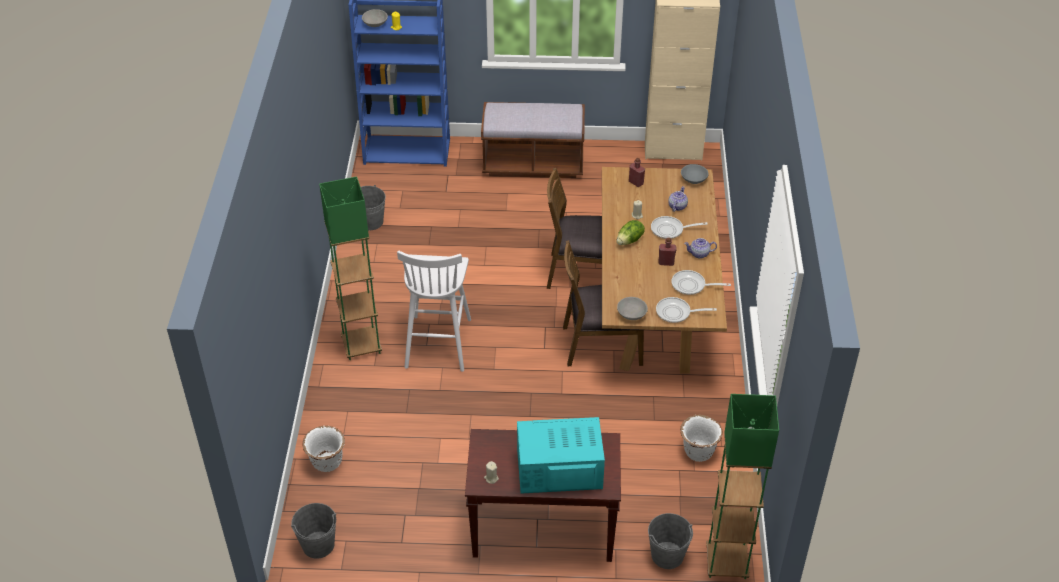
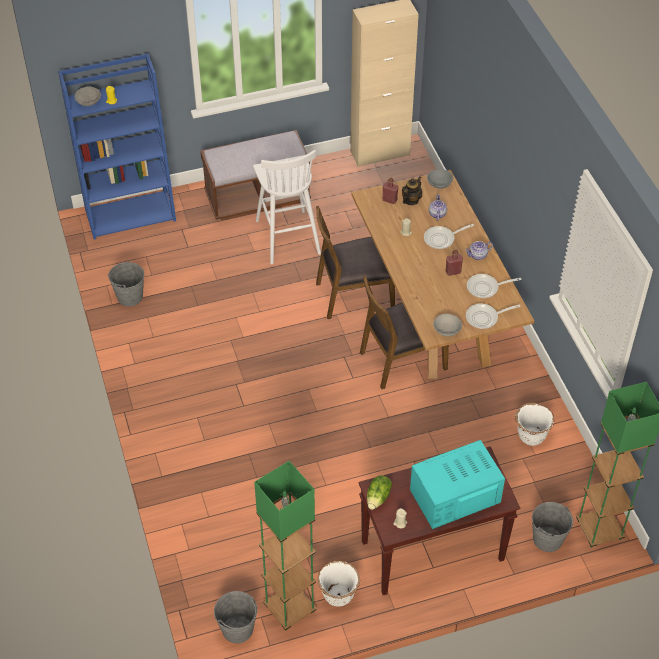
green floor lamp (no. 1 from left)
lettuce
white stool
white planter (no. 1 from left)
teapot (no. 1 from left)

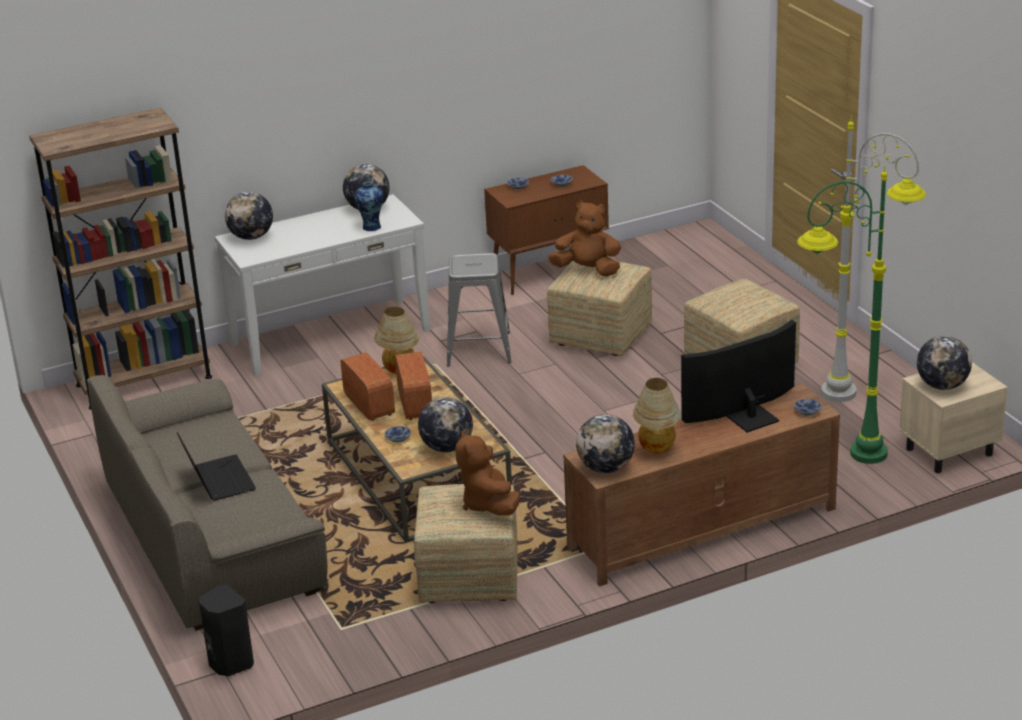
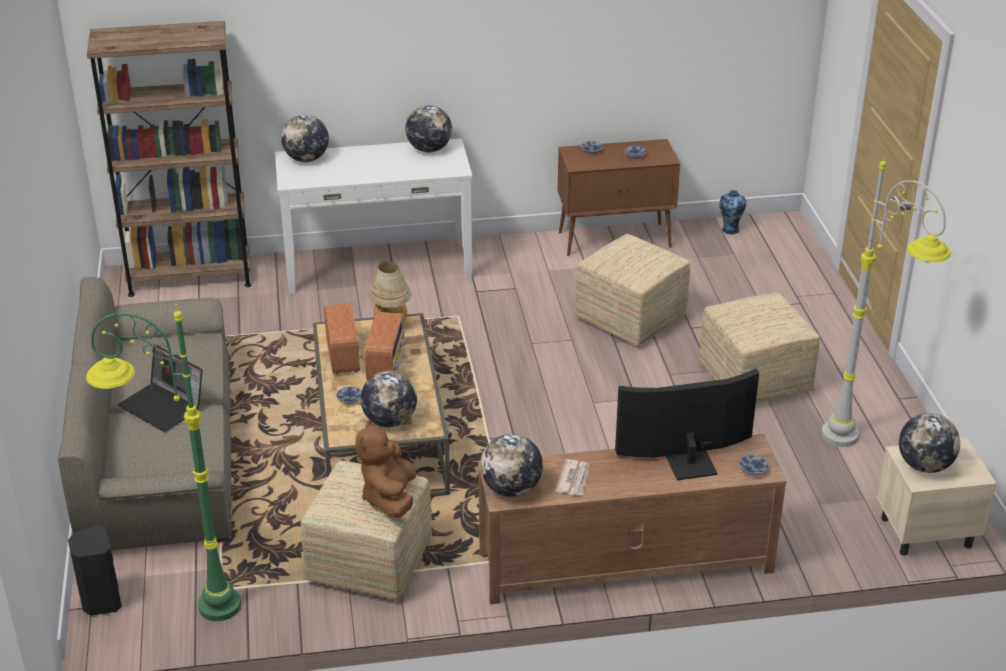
green floor lamp
vase
brown plush toy (no. 2 from left in the first image)
grey stool
newspaper
laptop

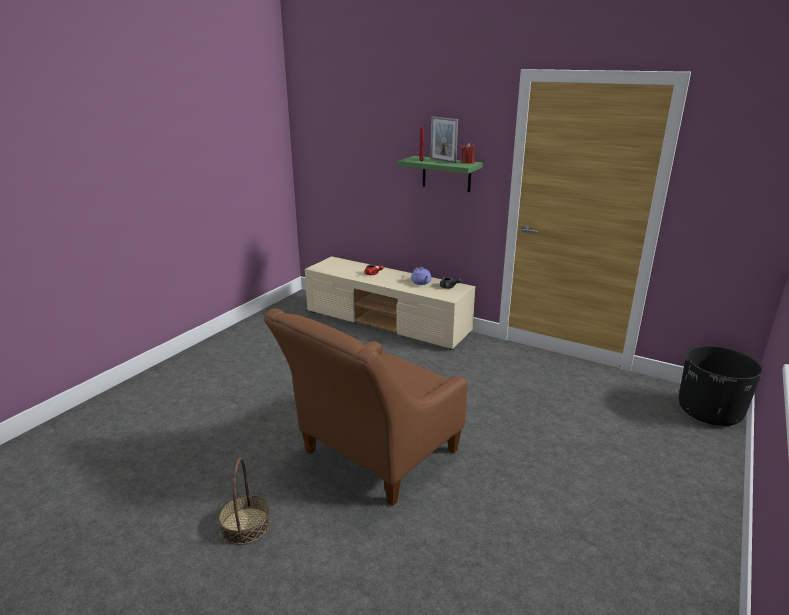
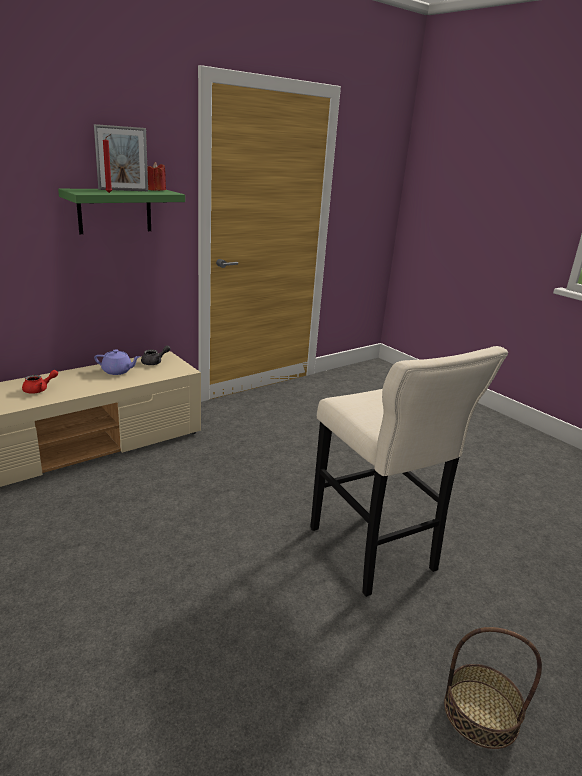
beige stool
black planter

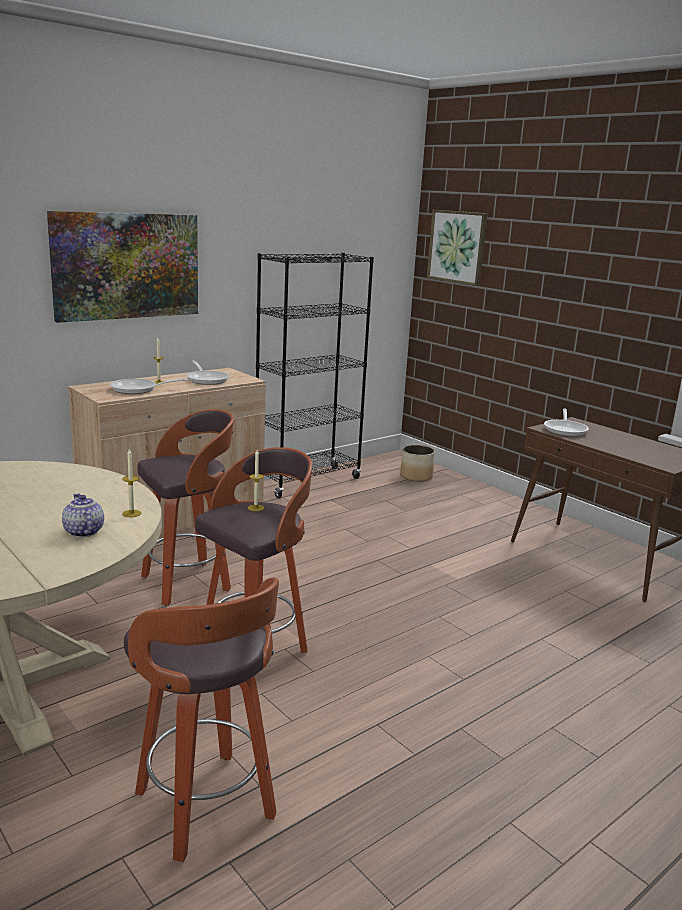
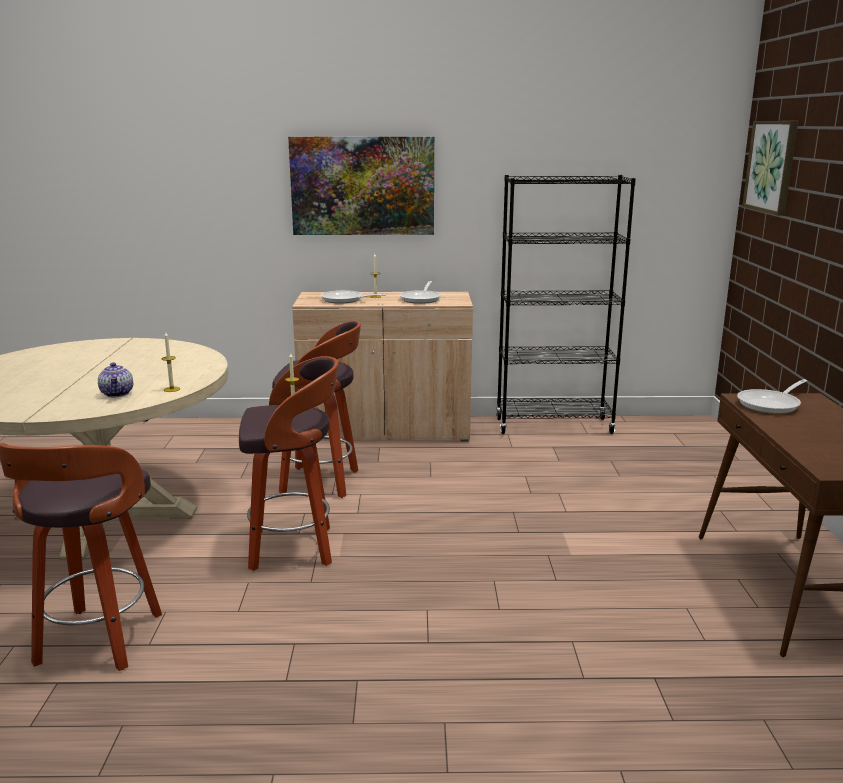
planter
teapot

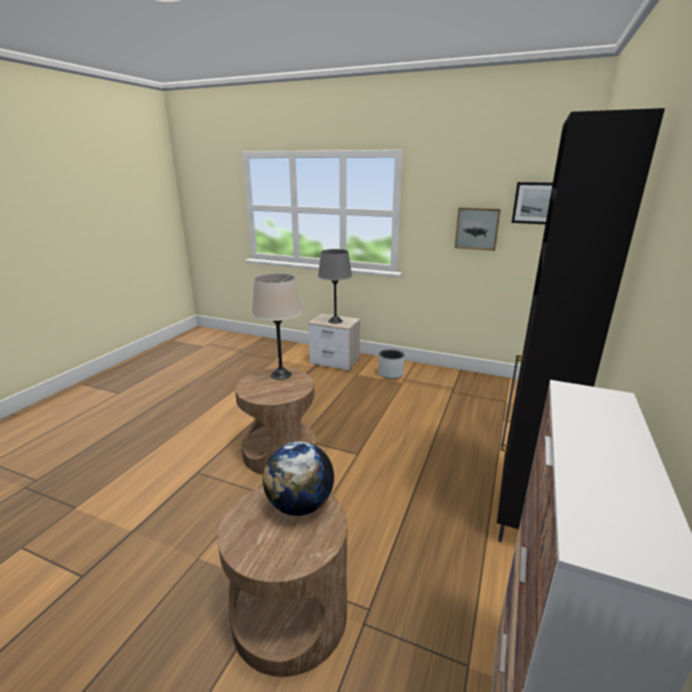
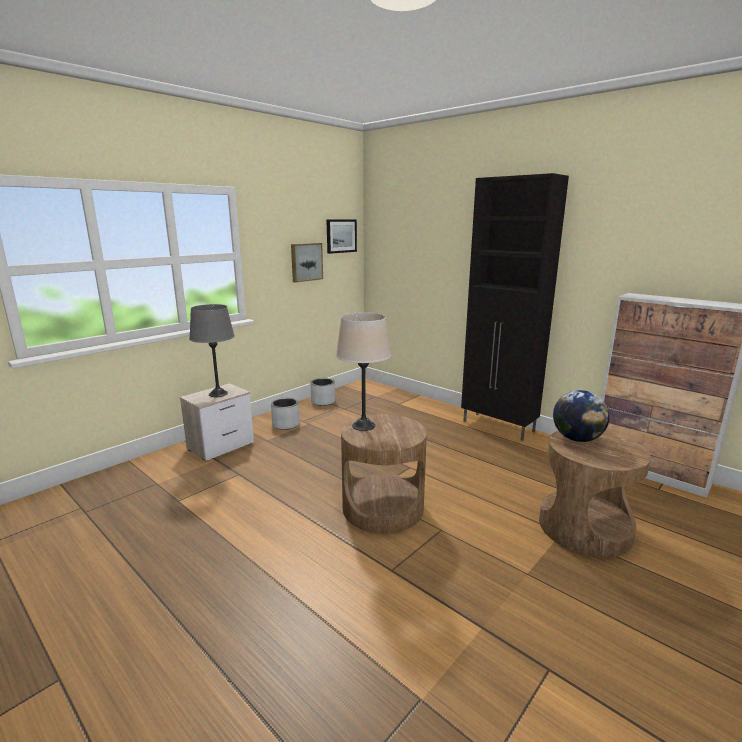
grey planter (no. 2 from left)

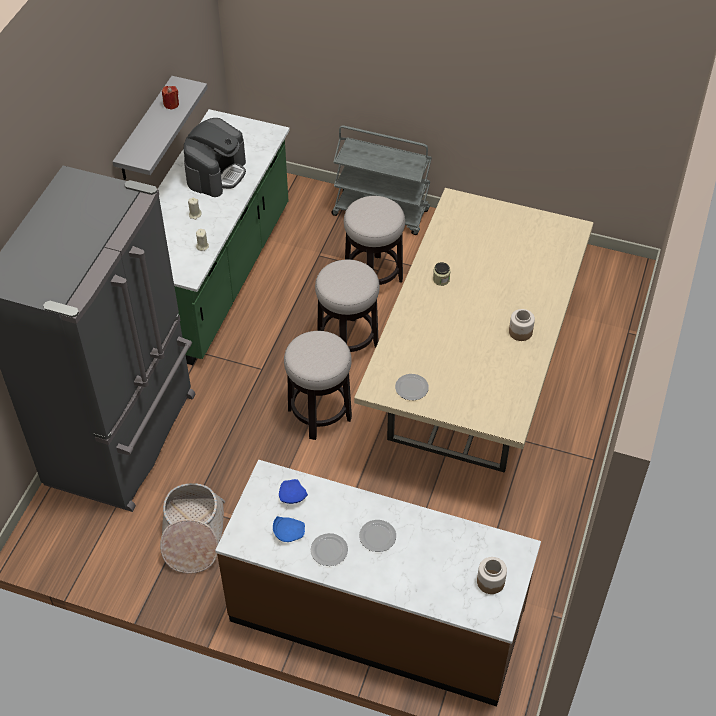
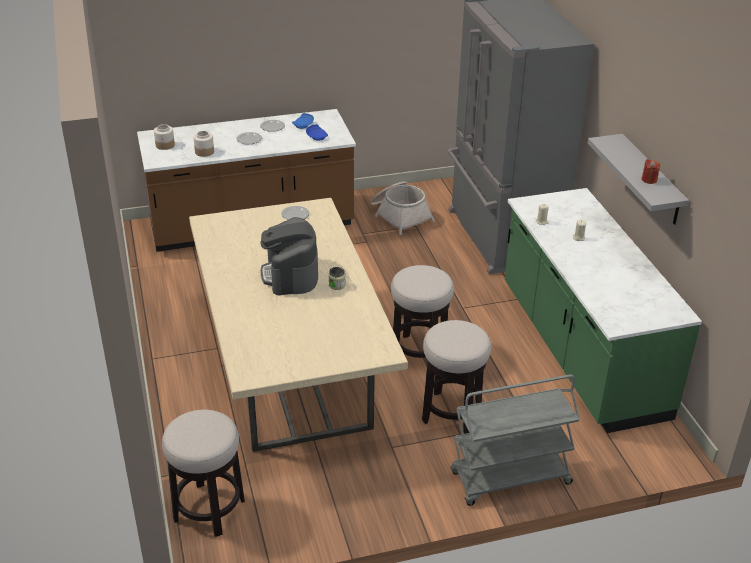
coffee machine
jar (no. 2 from left)
stool (no. 1 from left)

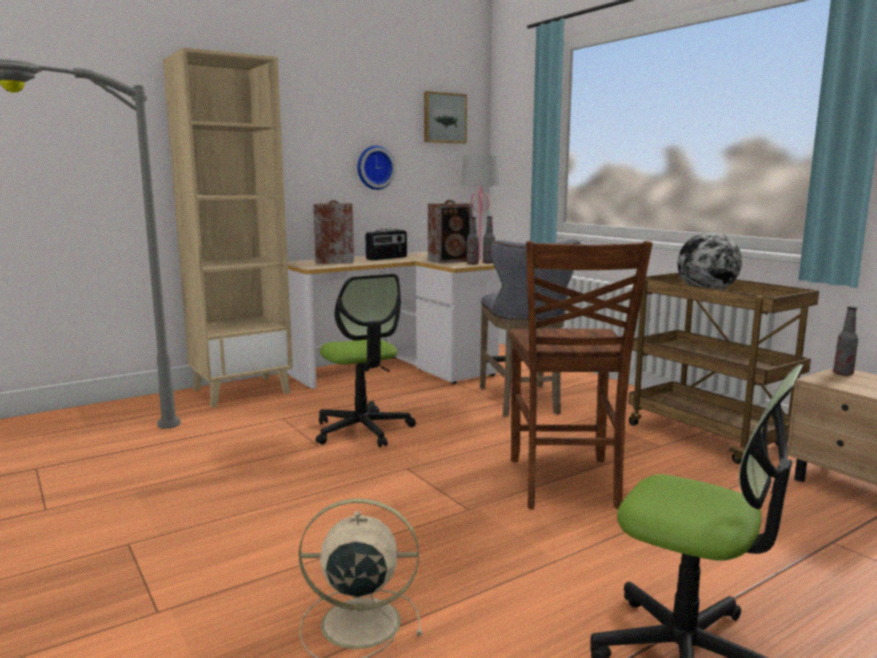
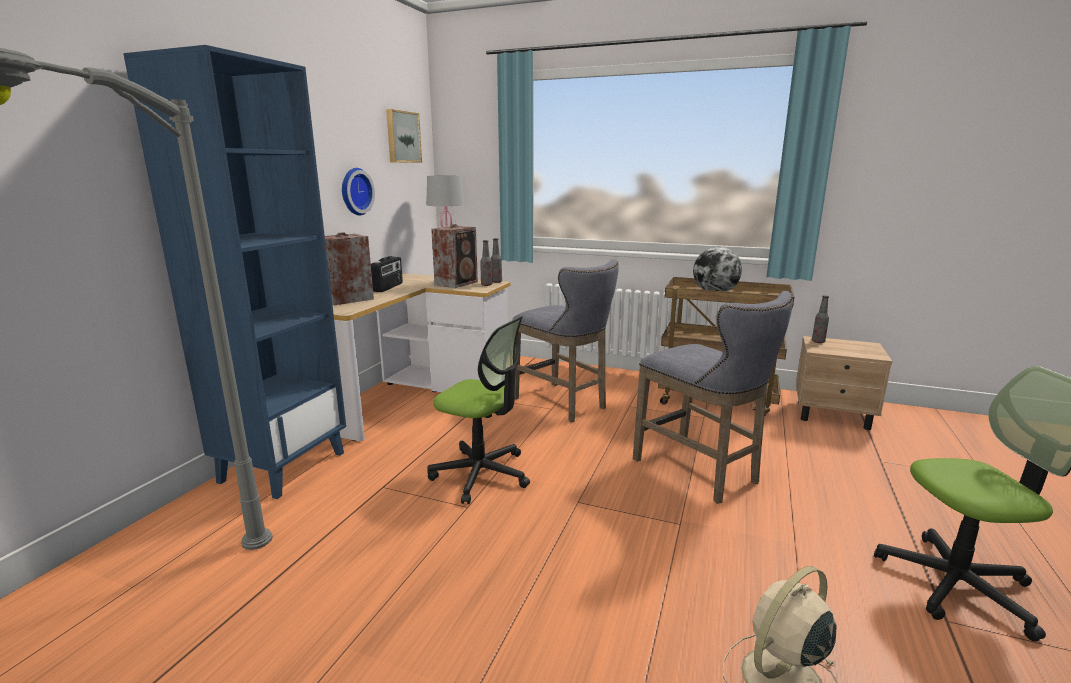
blue bookcase
grey stool (no. 2 from left)

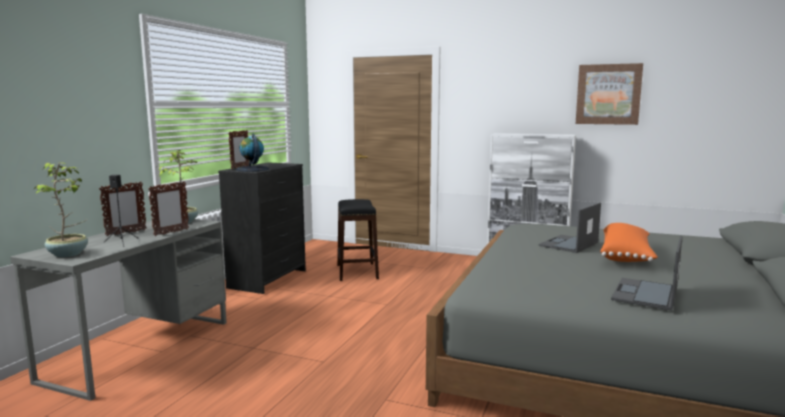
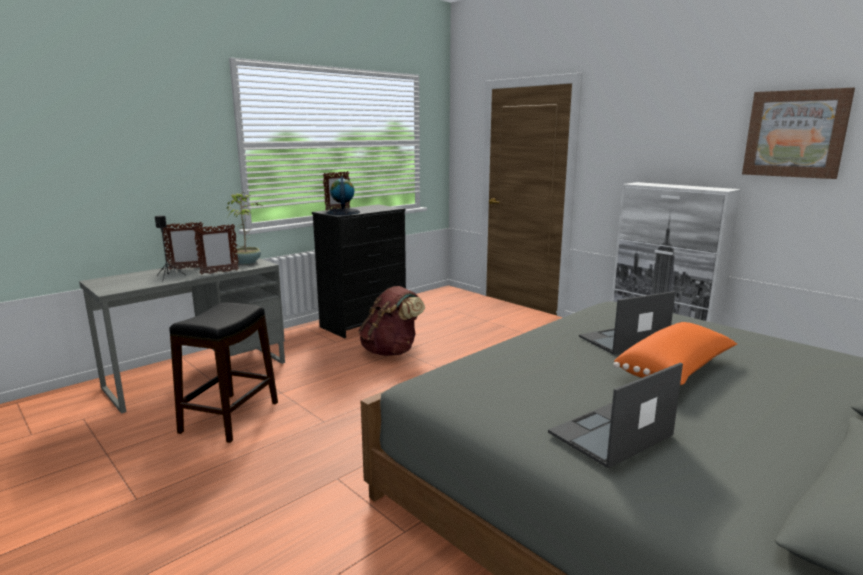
potted plant (no. 1 from left in the first image)
black stool
brown backpack

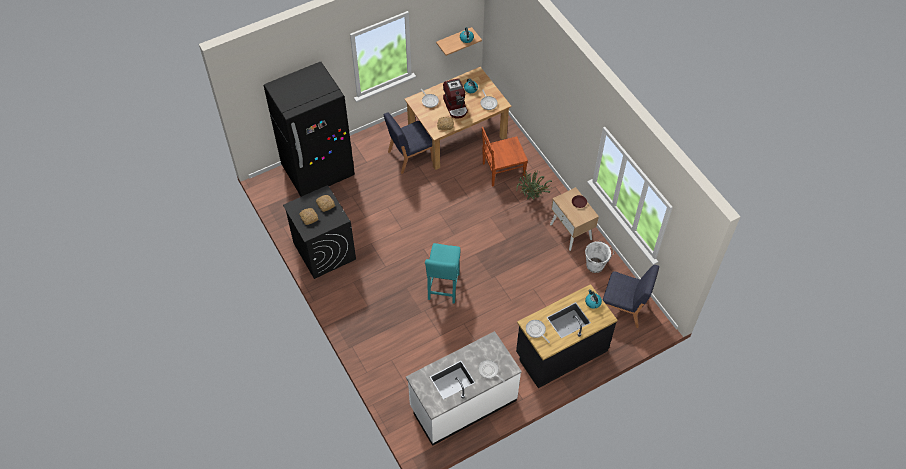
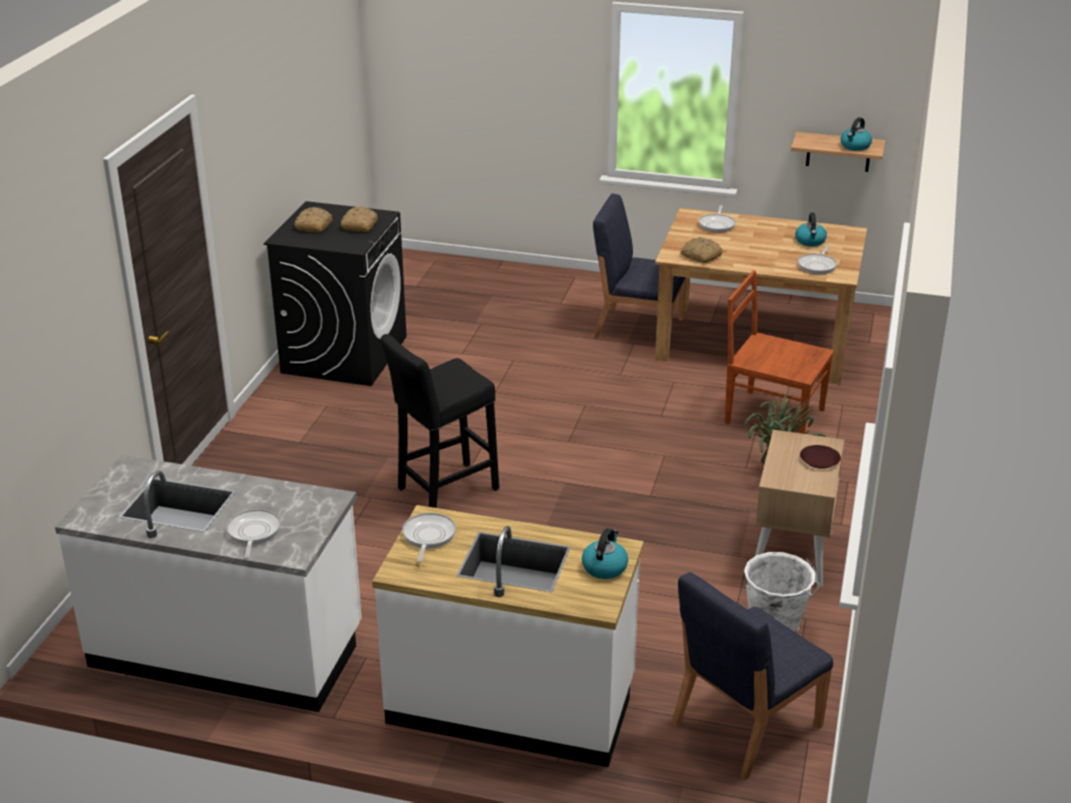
black fridge
coffee machine
black stool
blue chair (no. 2 from left)
white counter (no. 2 from left)

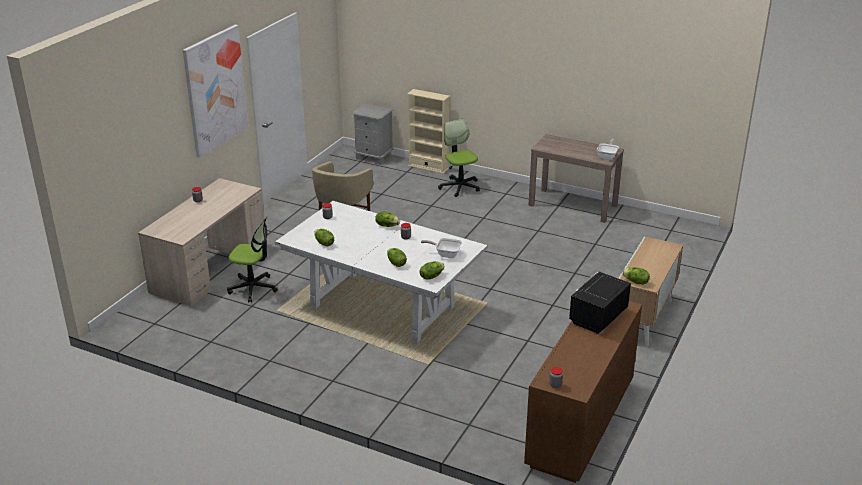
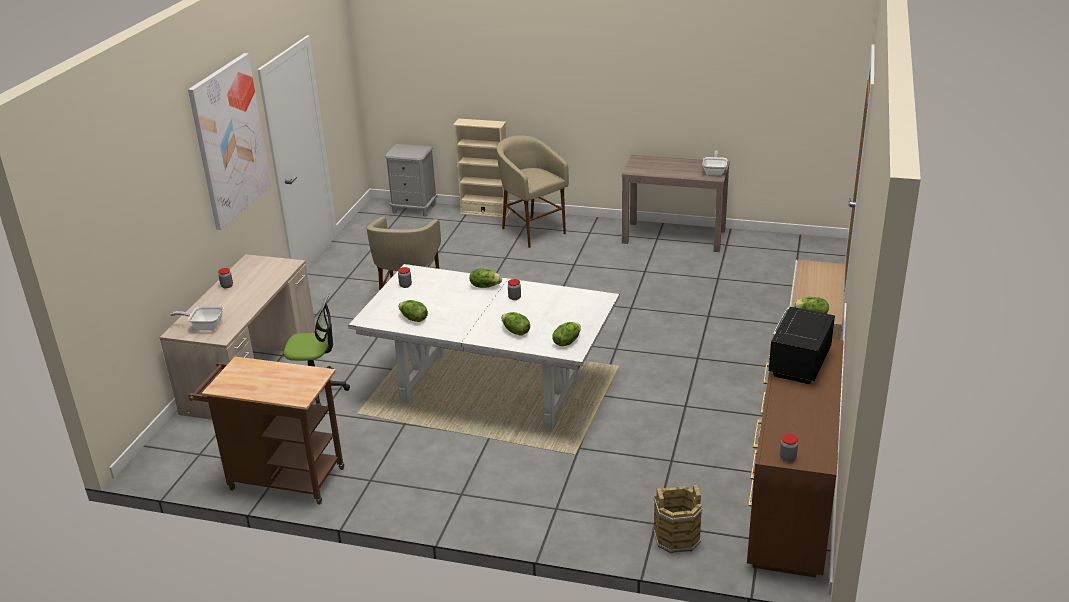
beige stool (no. 2 from left)
frying pan (no. 1 from left)
brown cart
brown bucket

